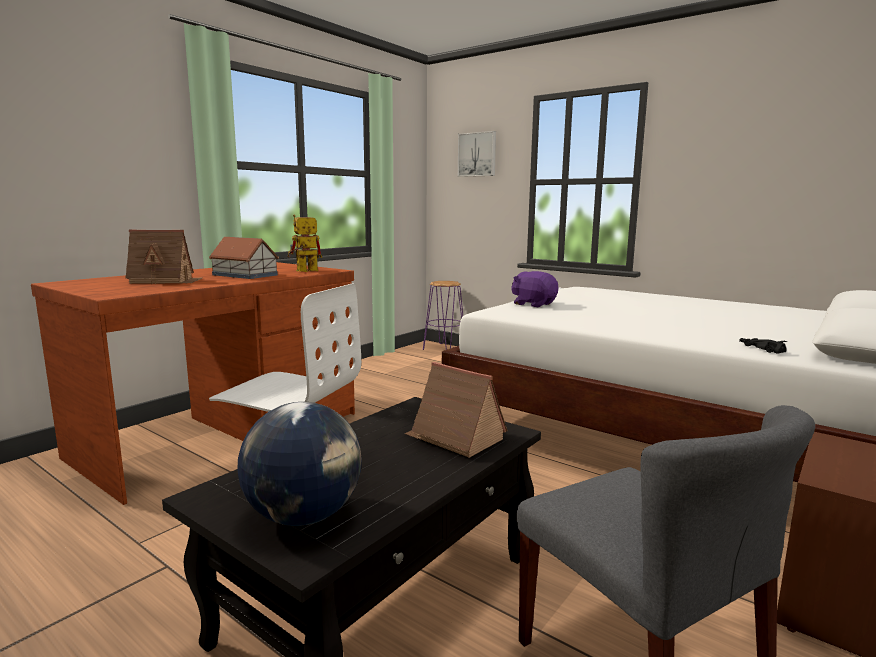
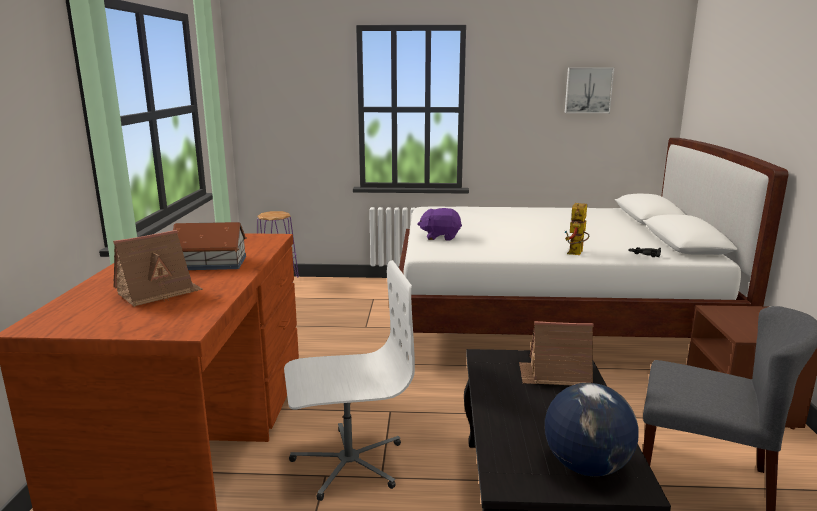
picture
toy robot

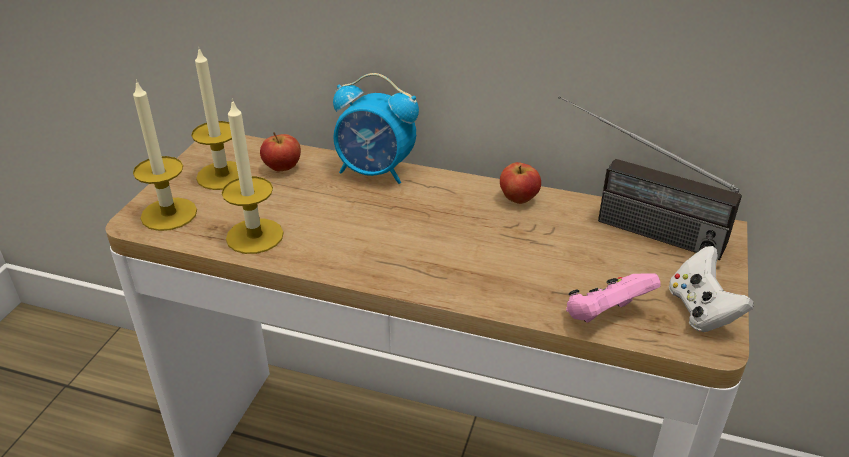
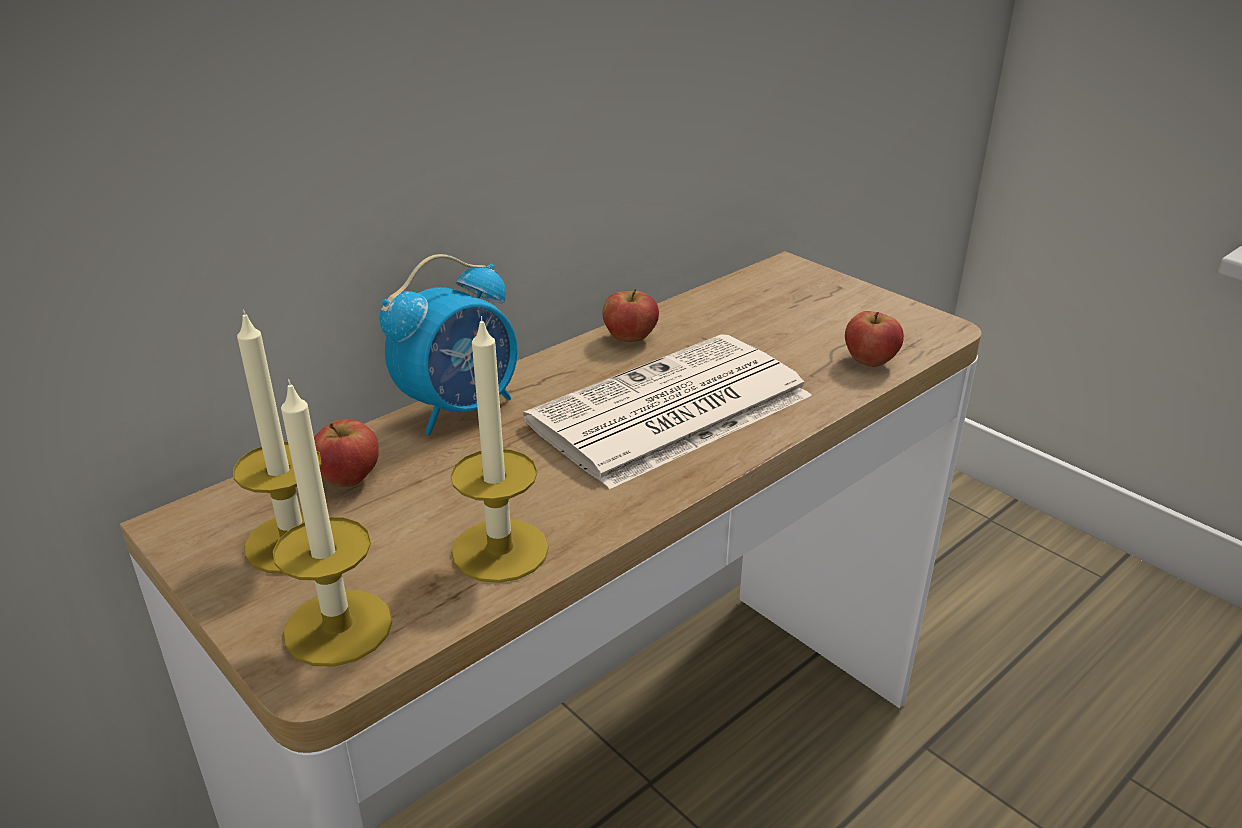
radio
white game controller
apple (no. 3 from left)
newspaper

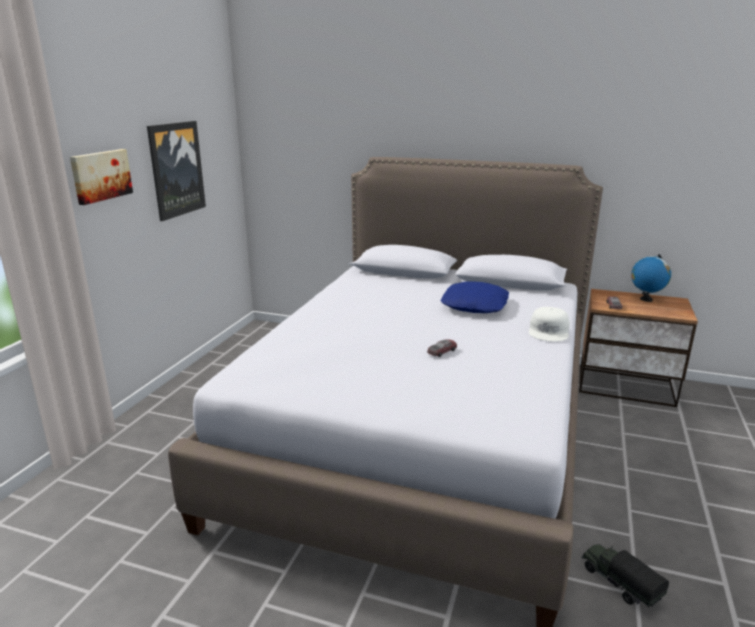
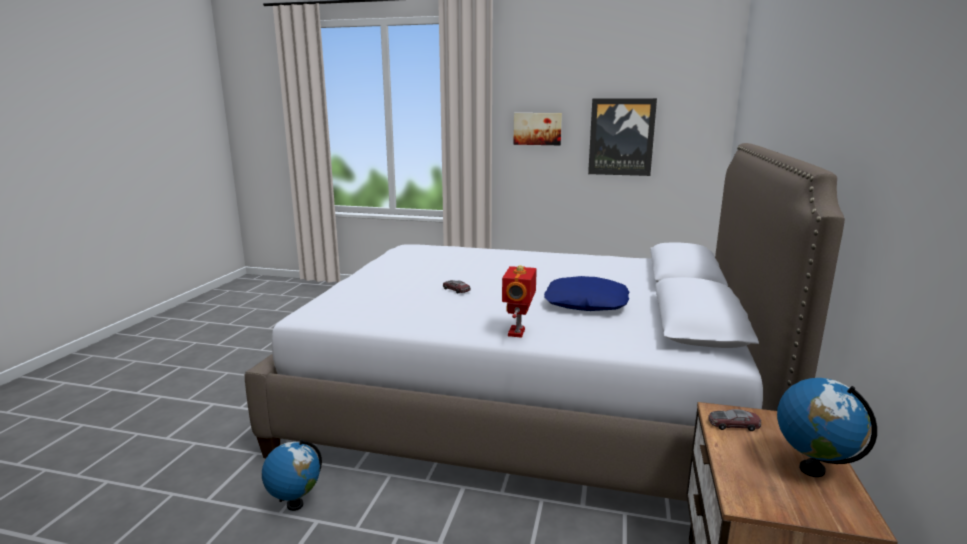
toy robot
globe (no. 1 from left)

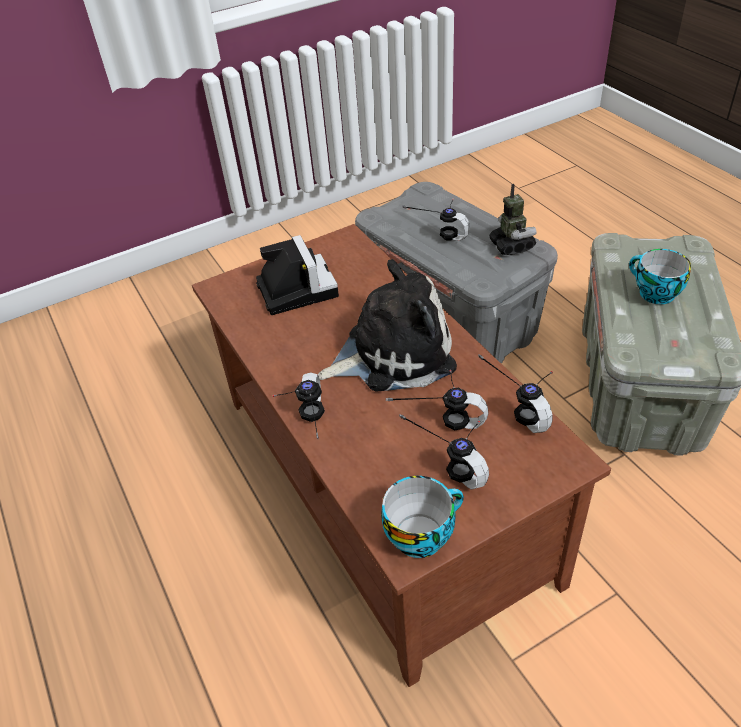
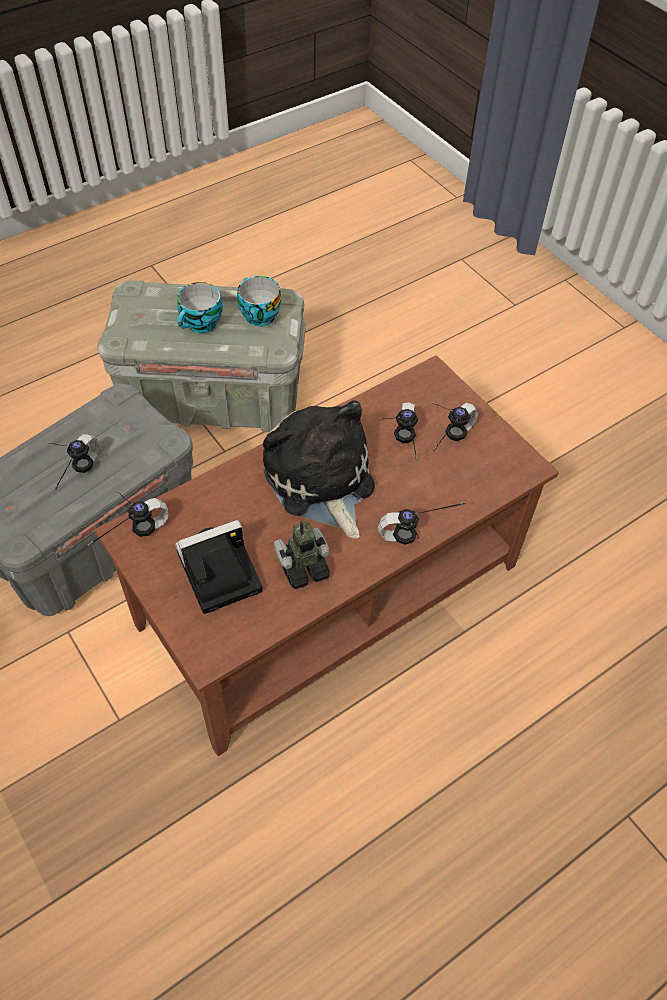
toy robot
headphones (no. 2 from left)
cup (no. 2 from left)

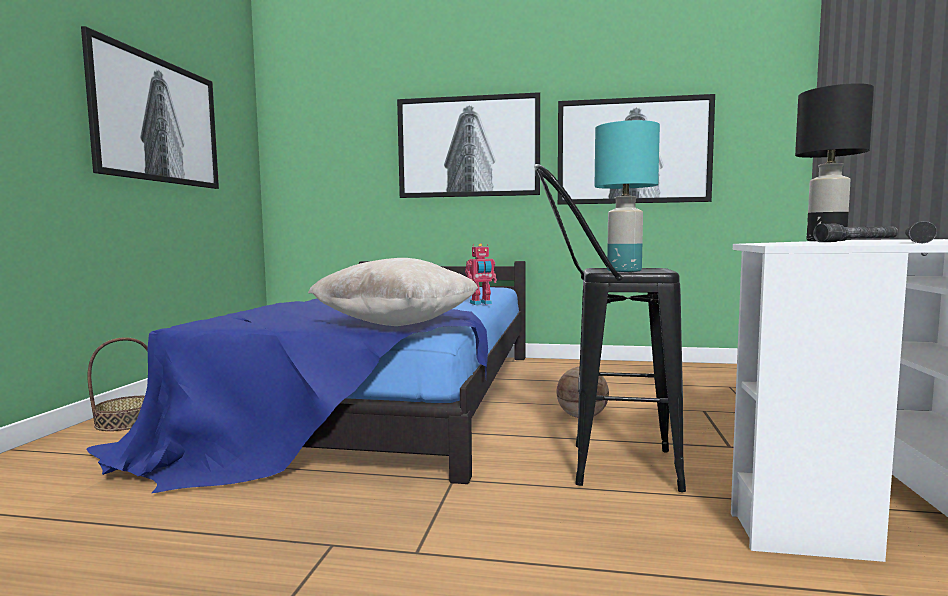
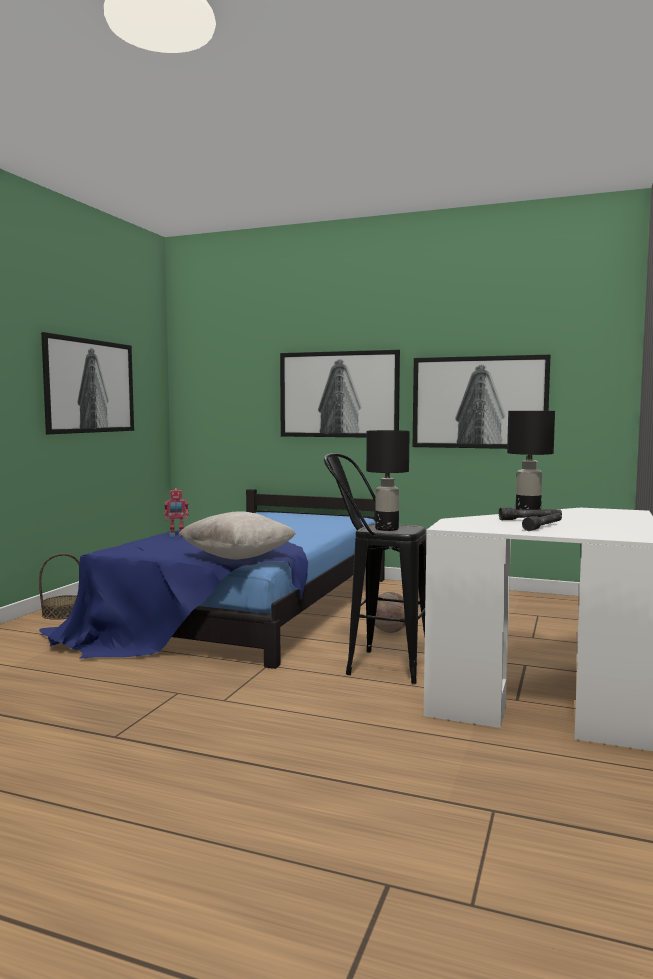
black table lamp (no. 1 from left)
toy robot

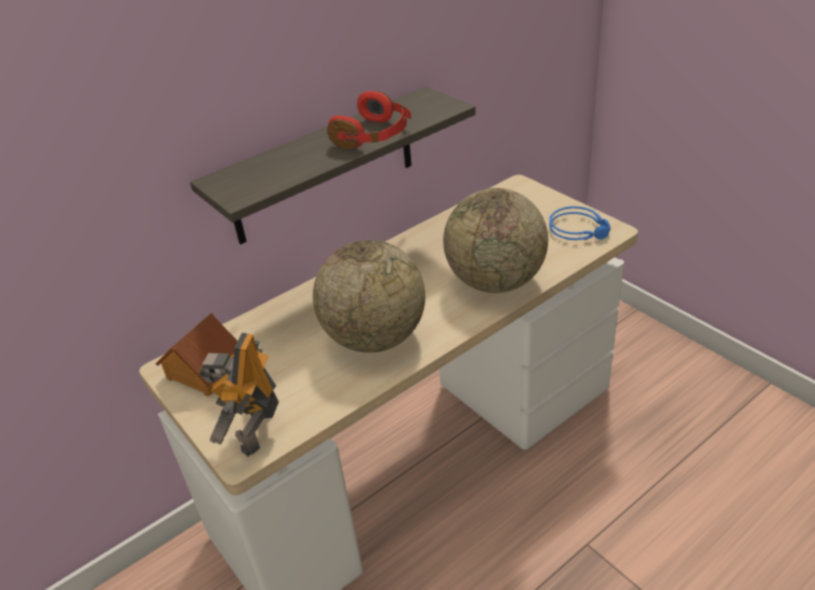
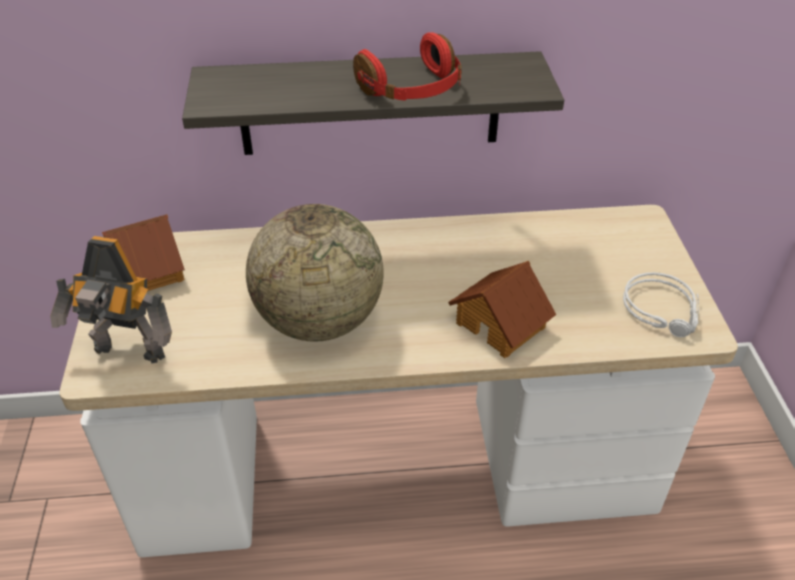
toy house (no. 2 from left)
grey headphones
toy robot

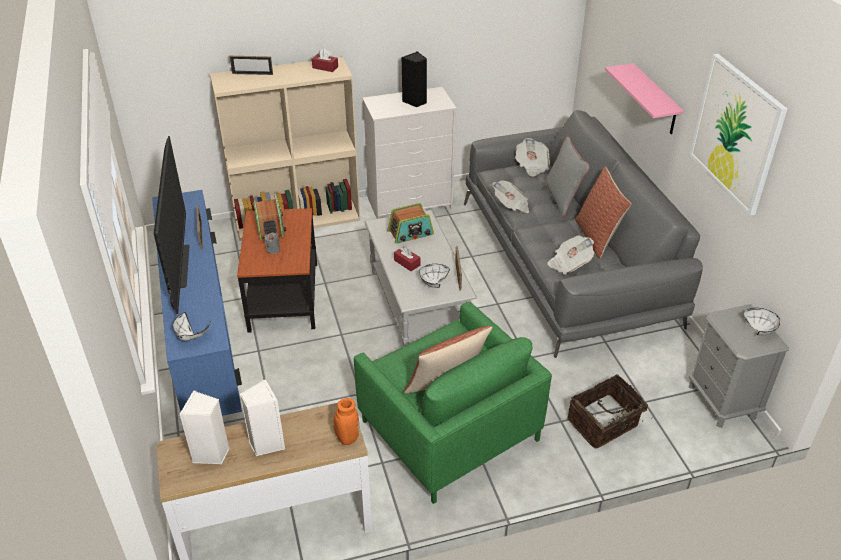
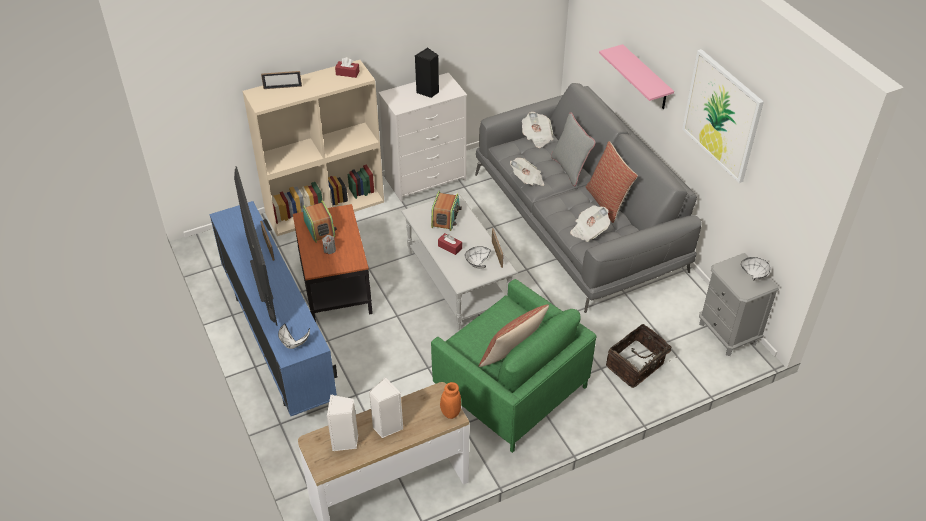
radio (no. 2 from left)

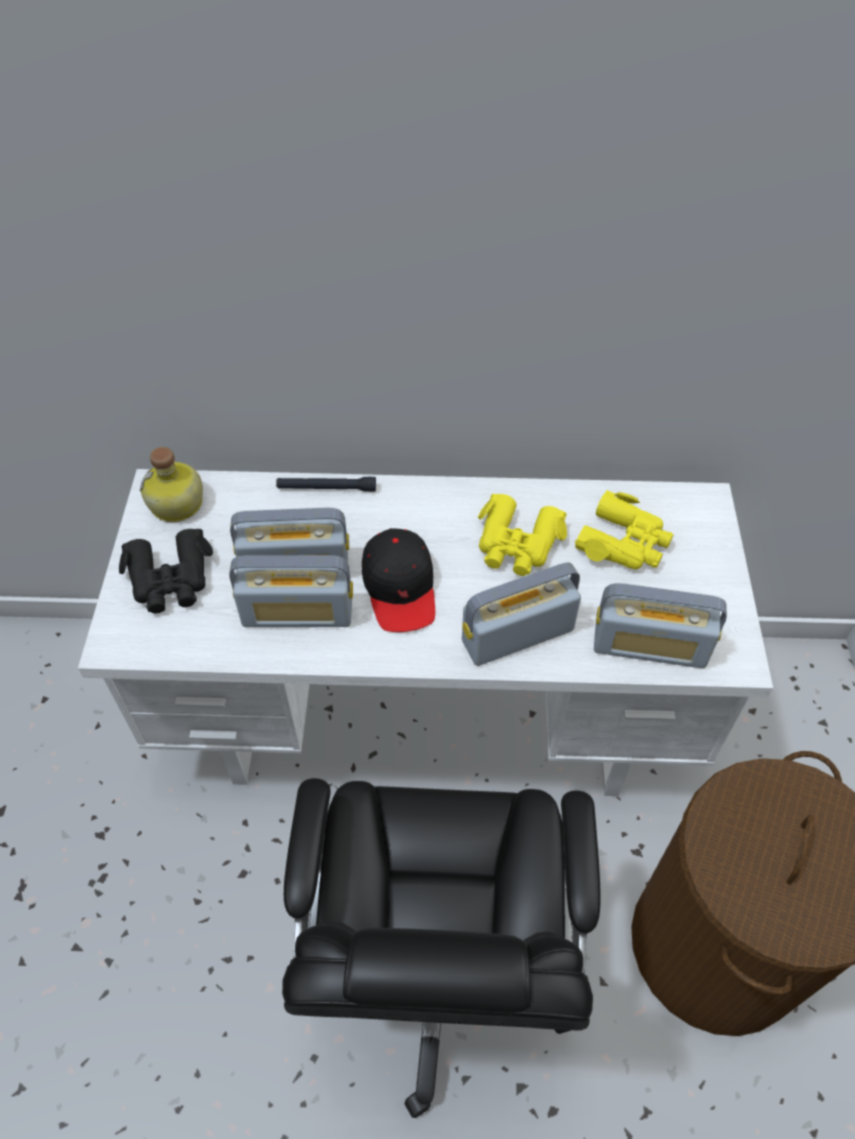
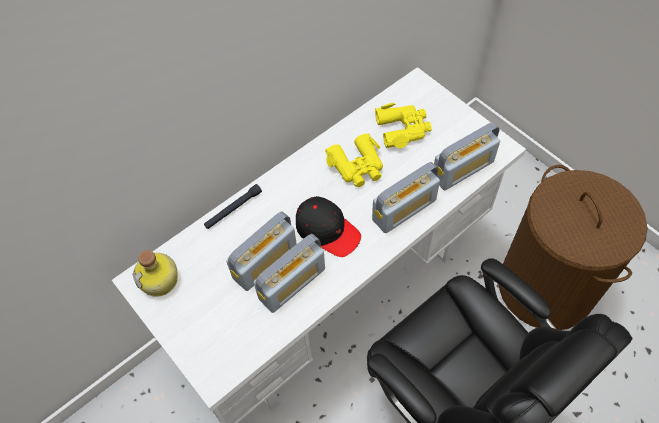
black binoculars
radio (no. 3 from left)

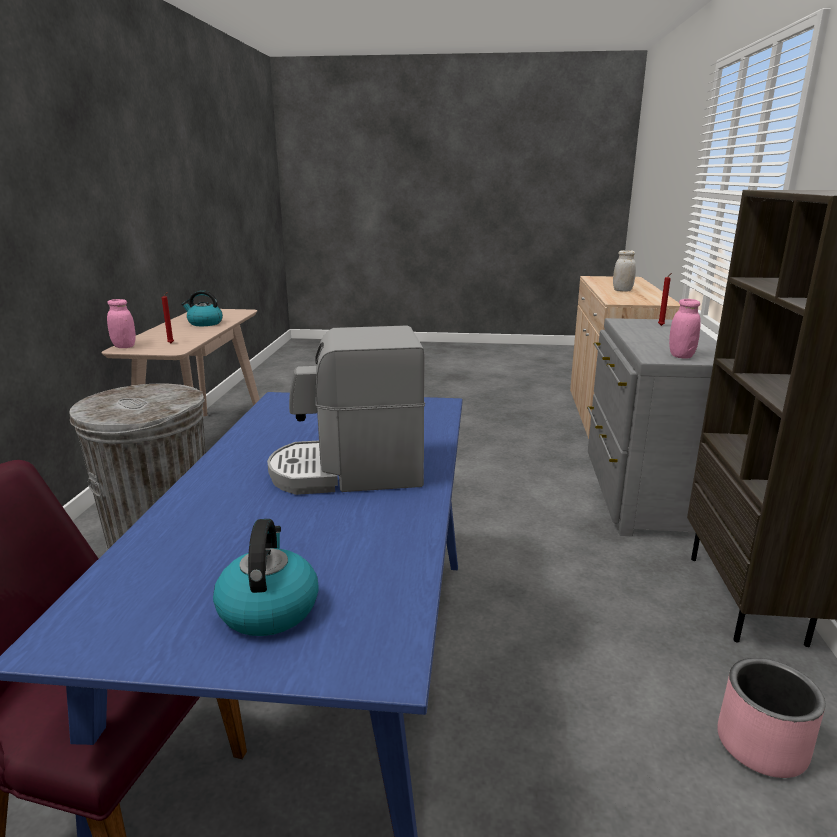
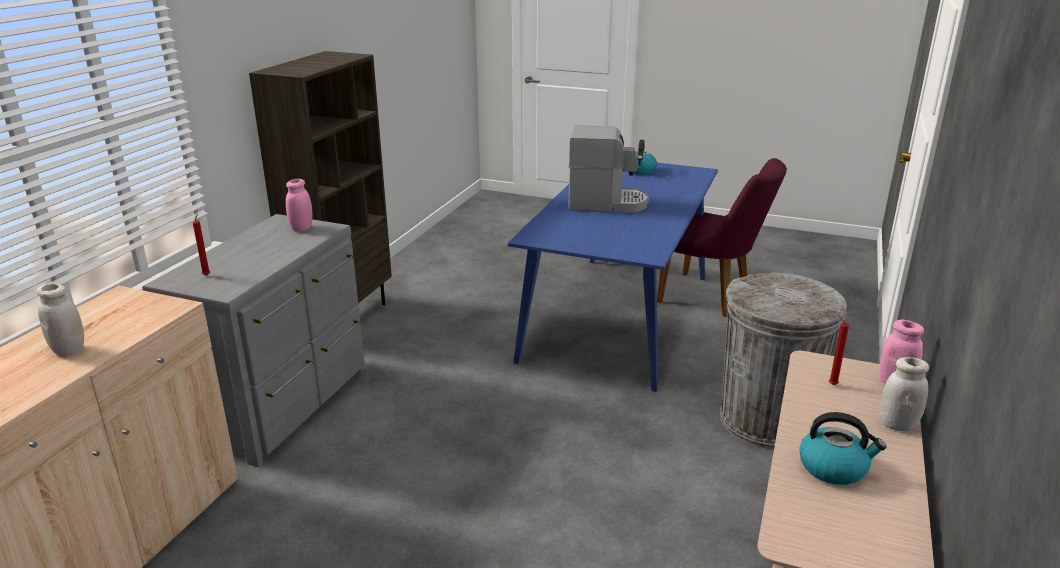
pink planter
white jar (no. 2 from left)

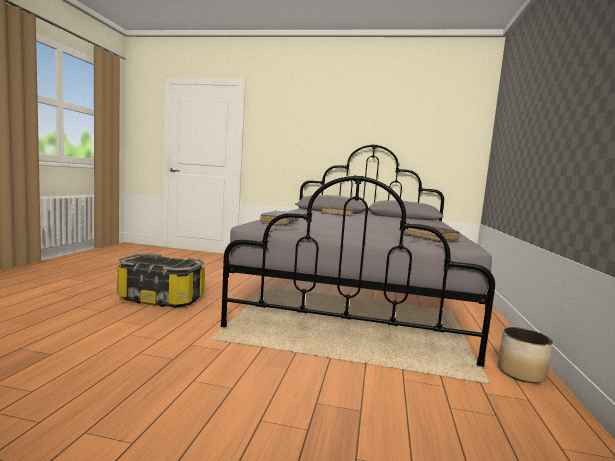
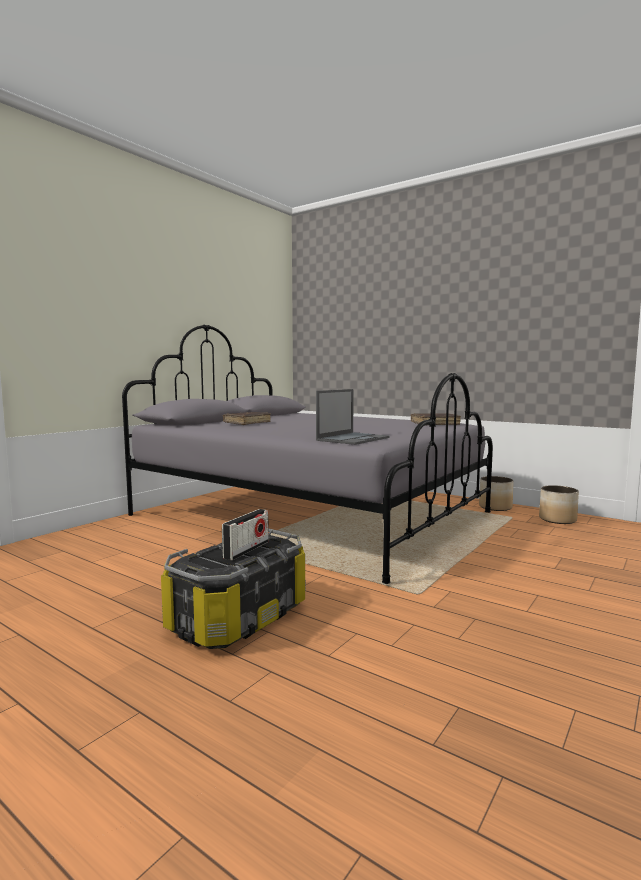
laptop
planter (no. 2 from left)
radio

